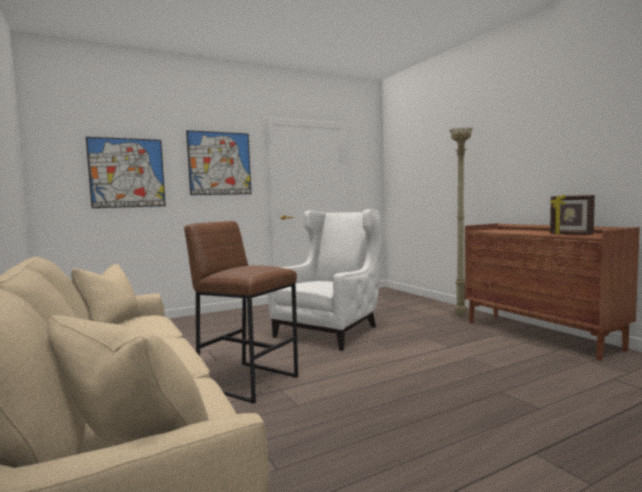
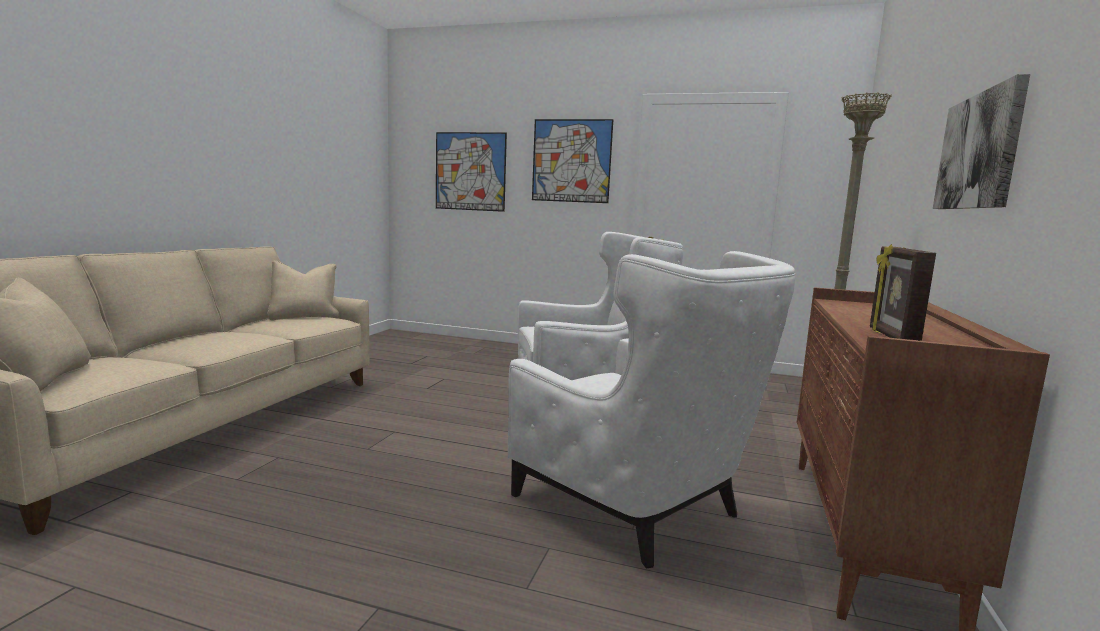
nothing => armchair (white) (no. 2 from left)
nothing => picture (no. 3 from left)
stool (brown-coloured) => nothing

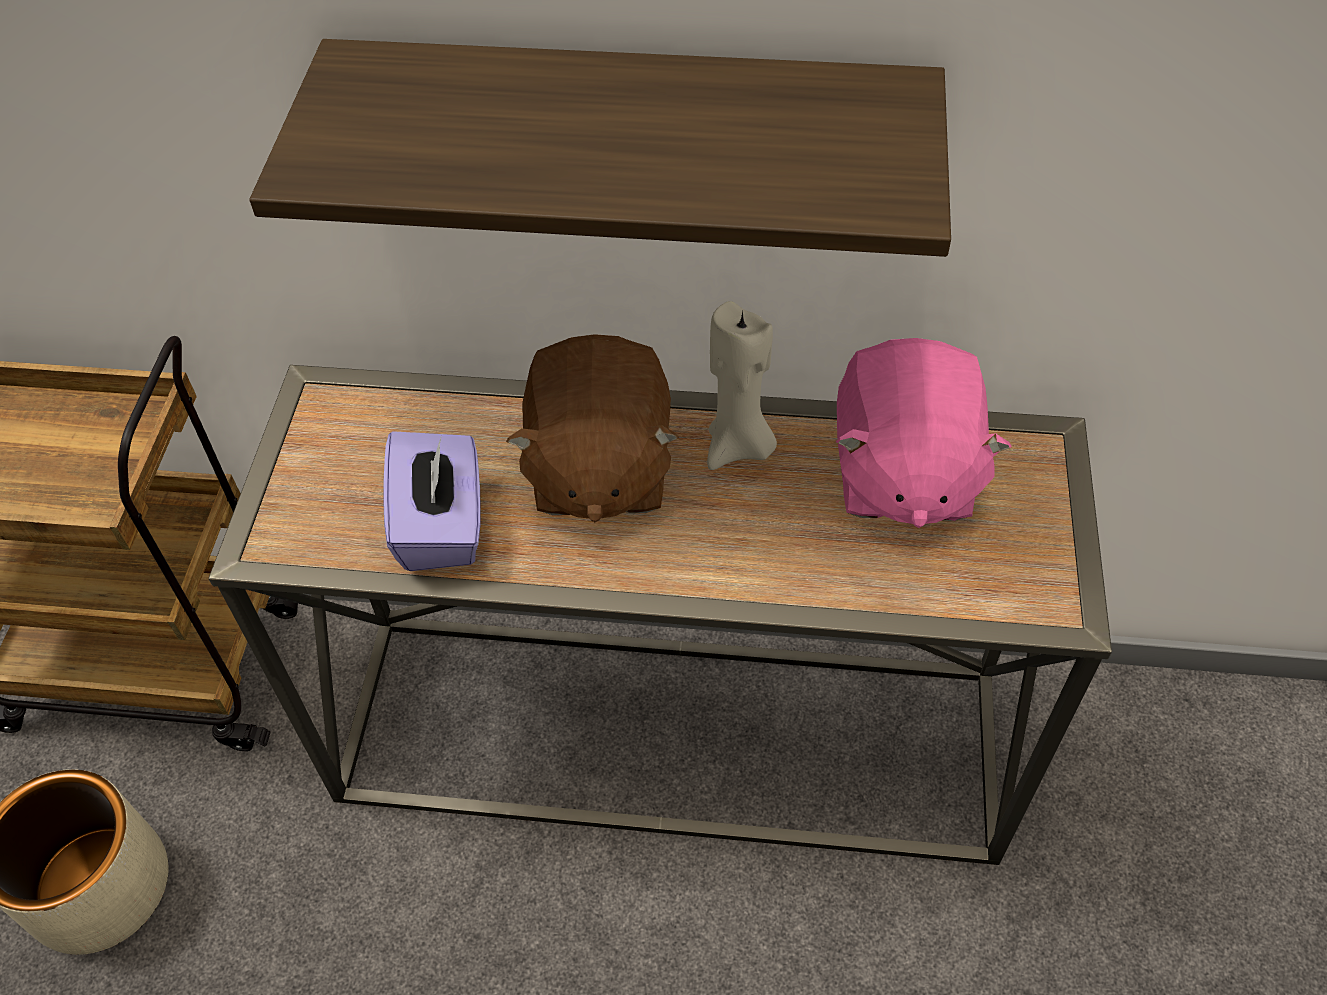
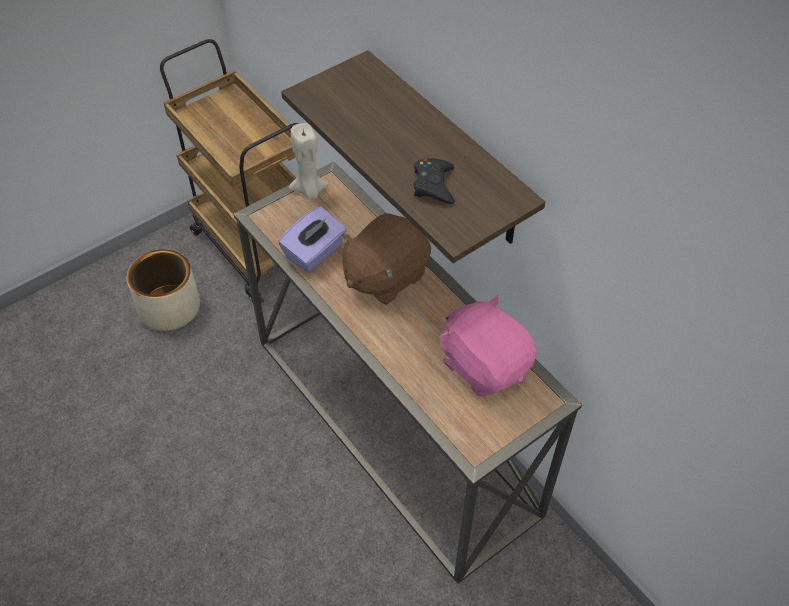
wax light (sand-coloured), shifted
nothing => game controller (black)
plush toy (pinkish), 90 degrees clockwise

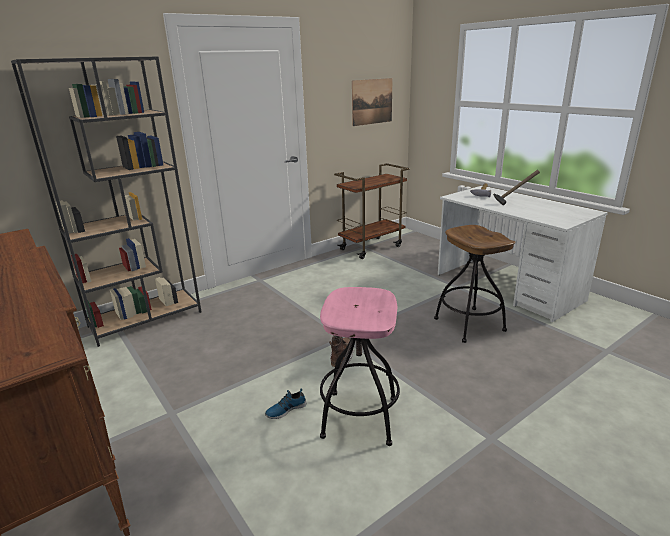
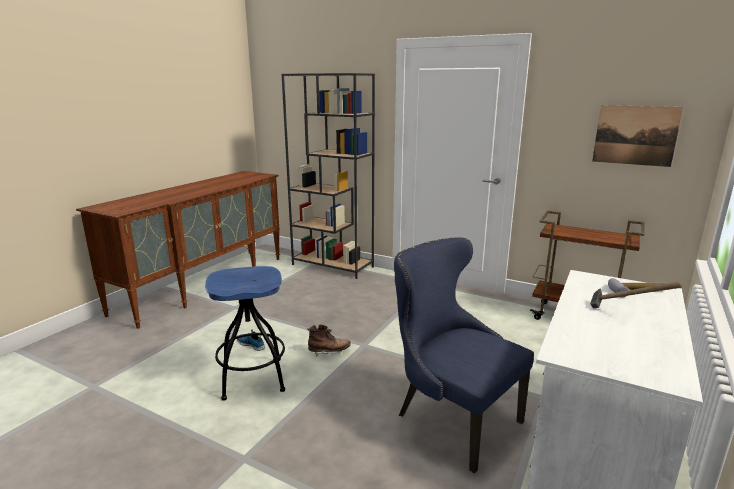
stool (pinkish) => stool (blue-coloured)
stool (brown-coloured) => plain chair (blue-coloured)

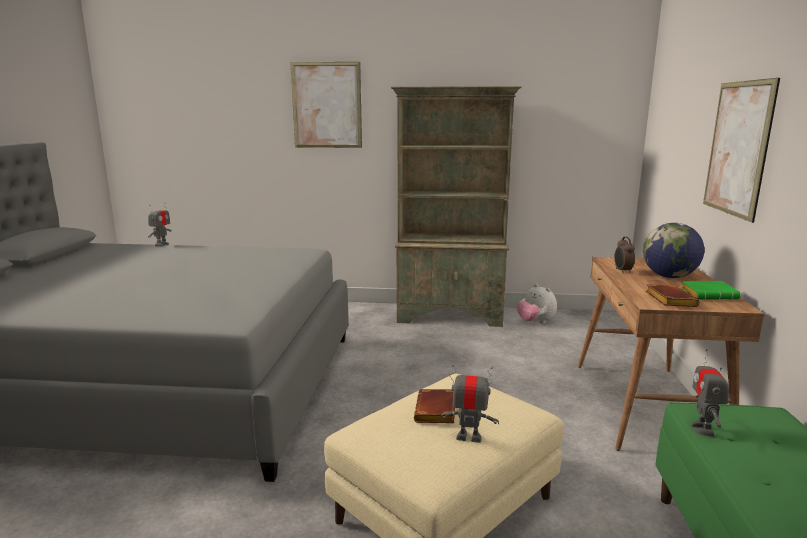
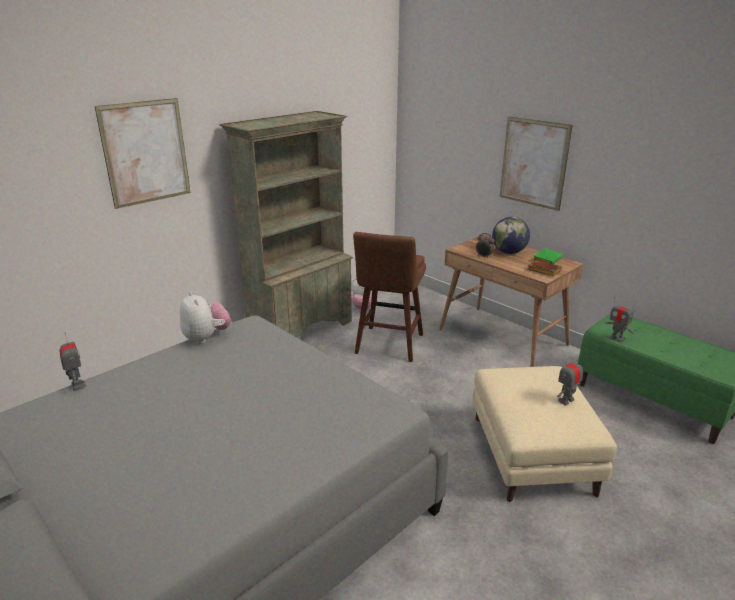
nothing => plush toy (no. 1 from left)
nothing => stool (brown-coloured)
bound book (brown-coloured) (no. 1 from left) => nothing

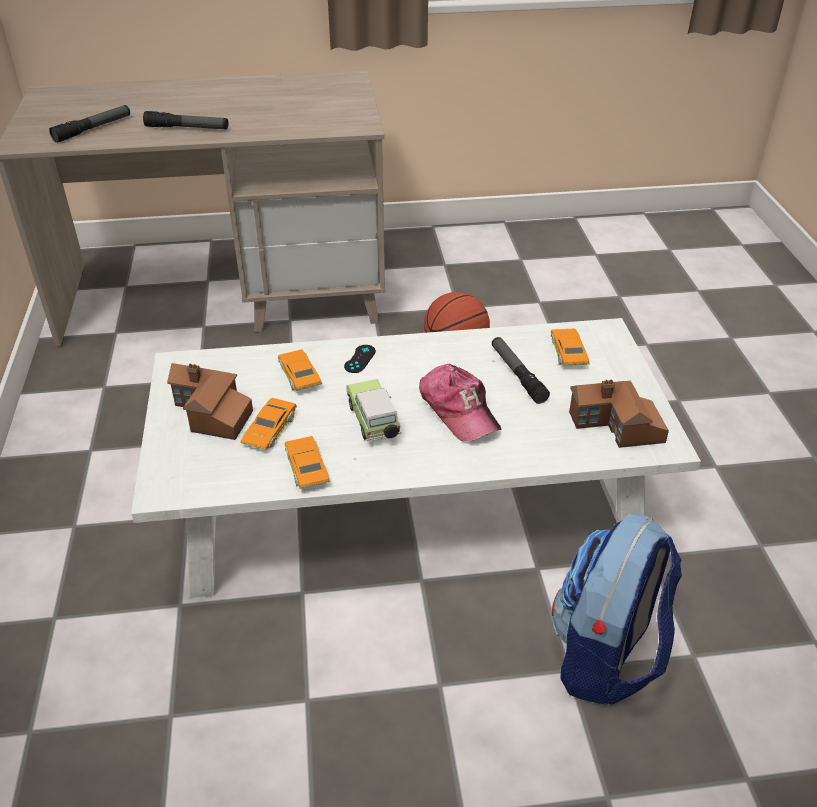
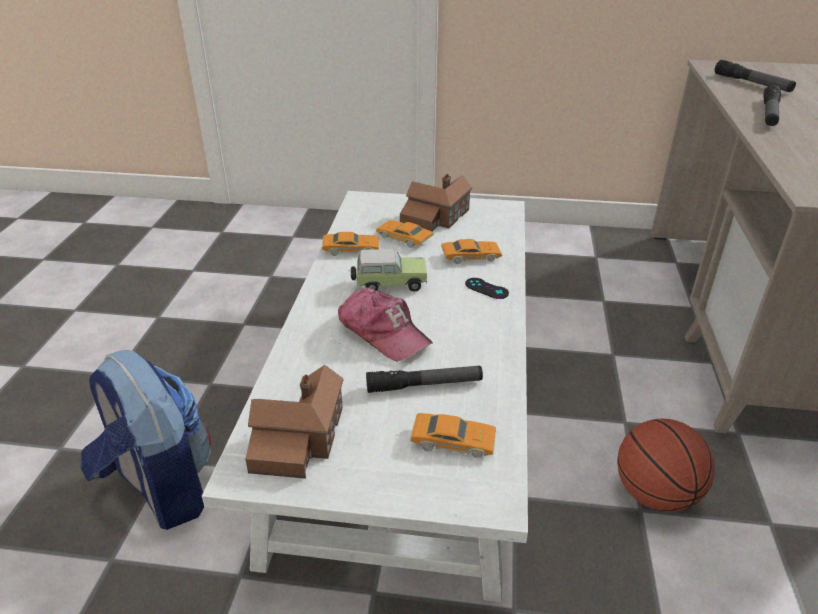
baseball cap, 120 degrees counterclockwise

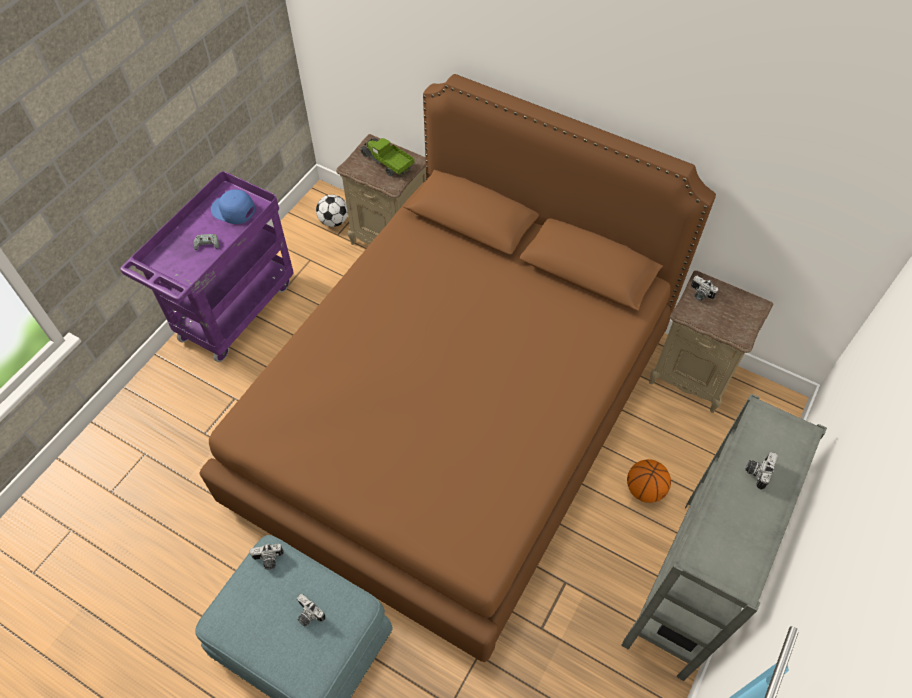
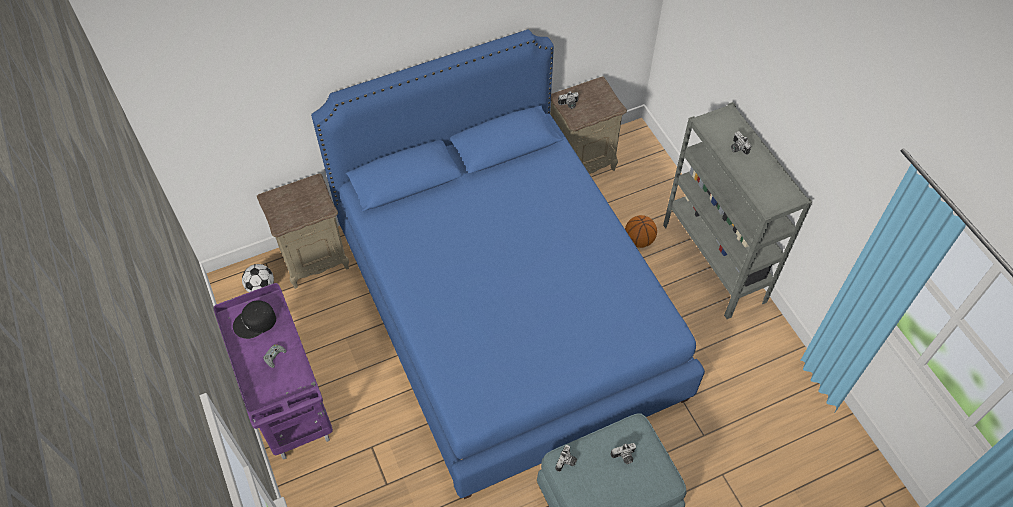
baseball cap (blue-coloured) => baseball cap (black)
sleeping bed (brown-coloured) => sleeping bed (blue-coloured)
toy truck => nothing

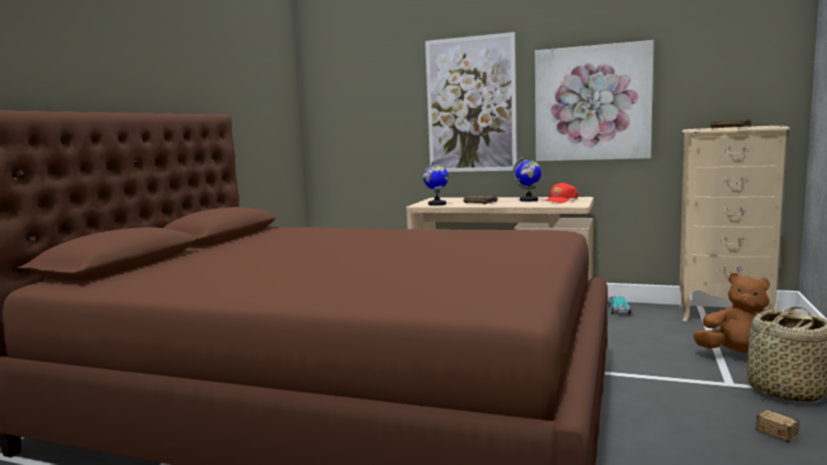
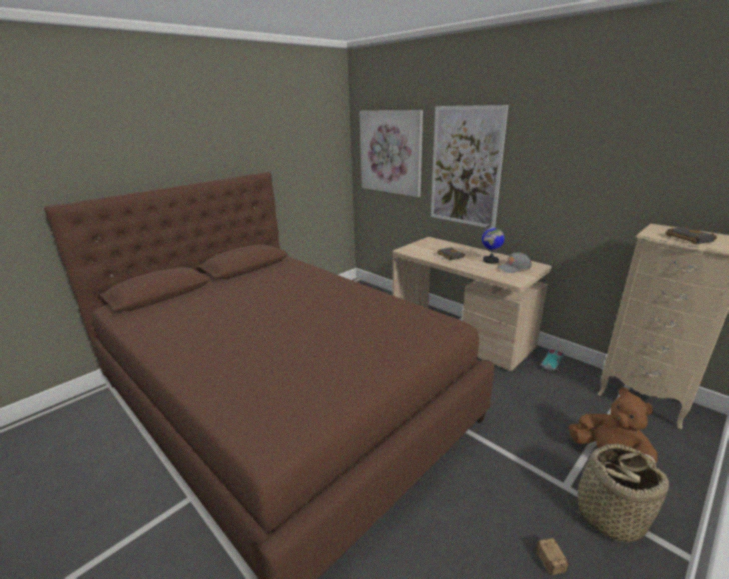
picture (no. 2 from left in the first image) => picture (no. 1 from left), shifted
baseball cap (red-coloured) => baseball cap (greyish)
world globe (no. 1 from left) => nothing

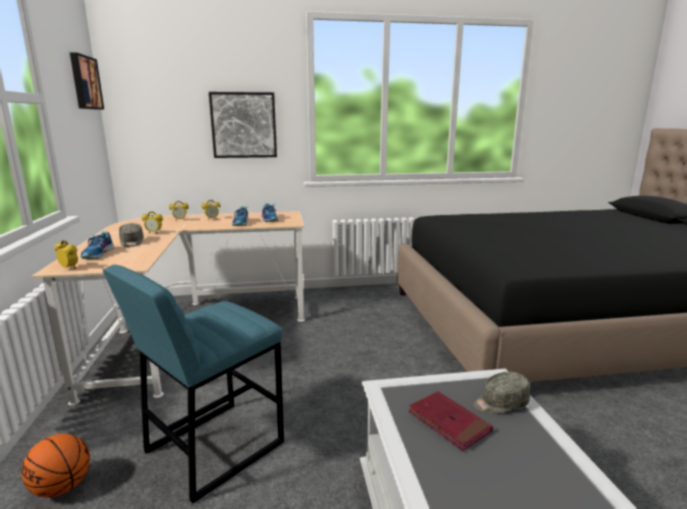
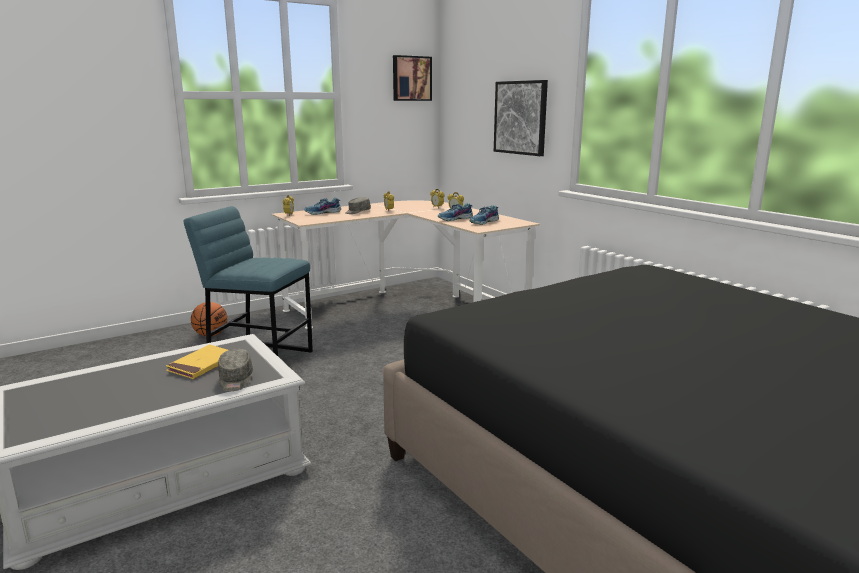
bound book (red-coloured) => bound book (yellow-coloured)
baseball cap (greyish) (no. 2 from left in the first image) => baseball cap (greyish) (no. 1 from left), 150 degrees counterclockwise

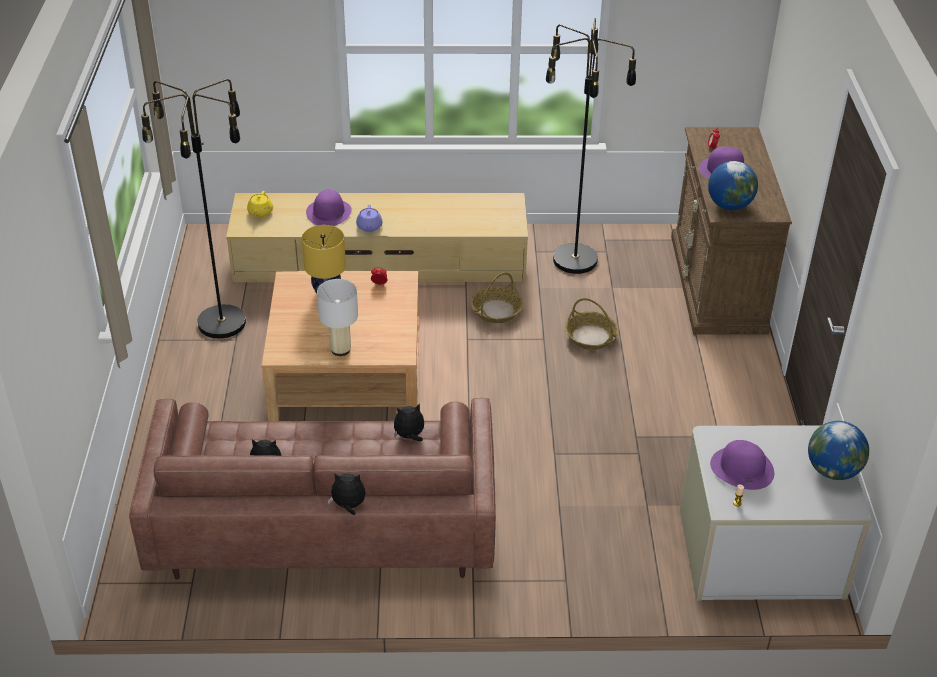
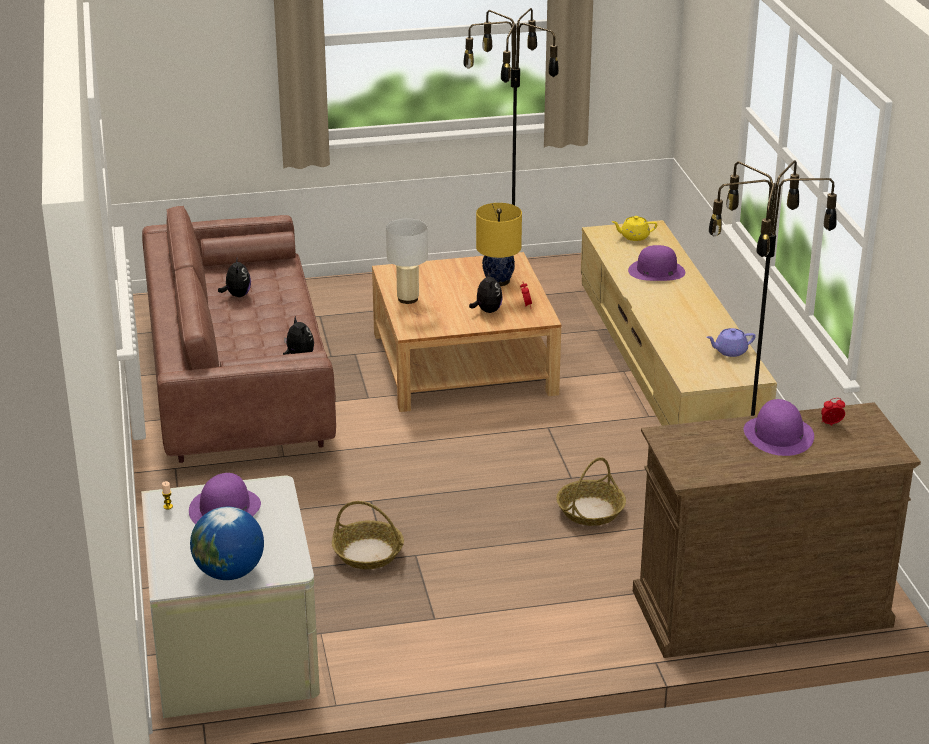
household basket (no. 1 from left), shifted
plush toy (no. 2 from left in the first image) => plush toy (no. 3 from left), shifted
pot for tea (purplish), shifted
world globe (no. 1 from left) => nothing

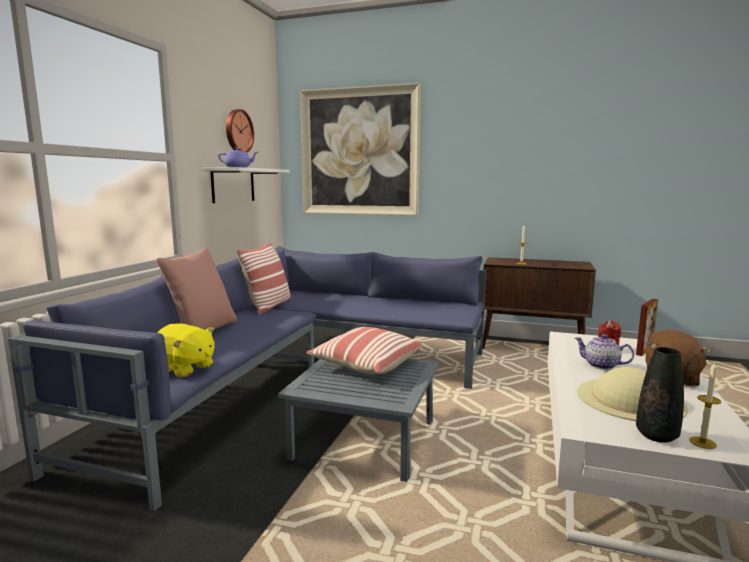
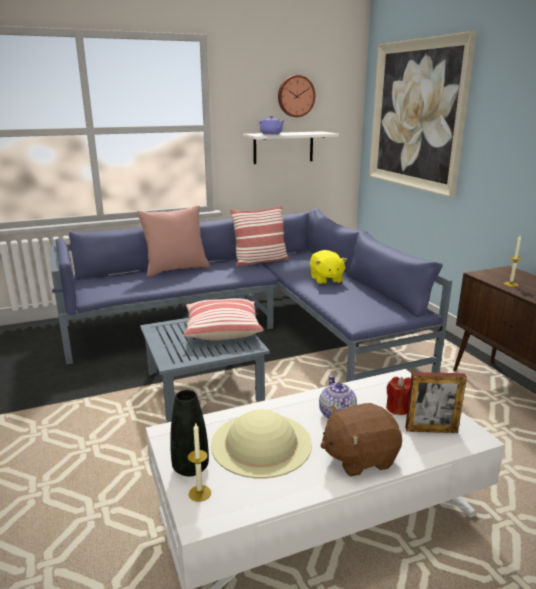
plush toy (yellow-coloured), shifted

